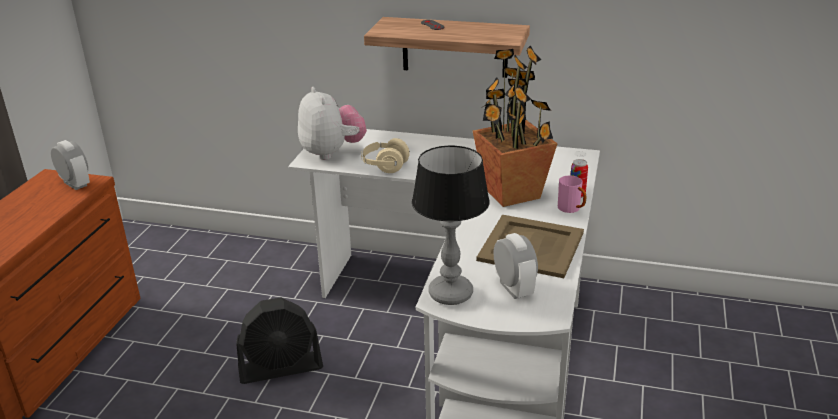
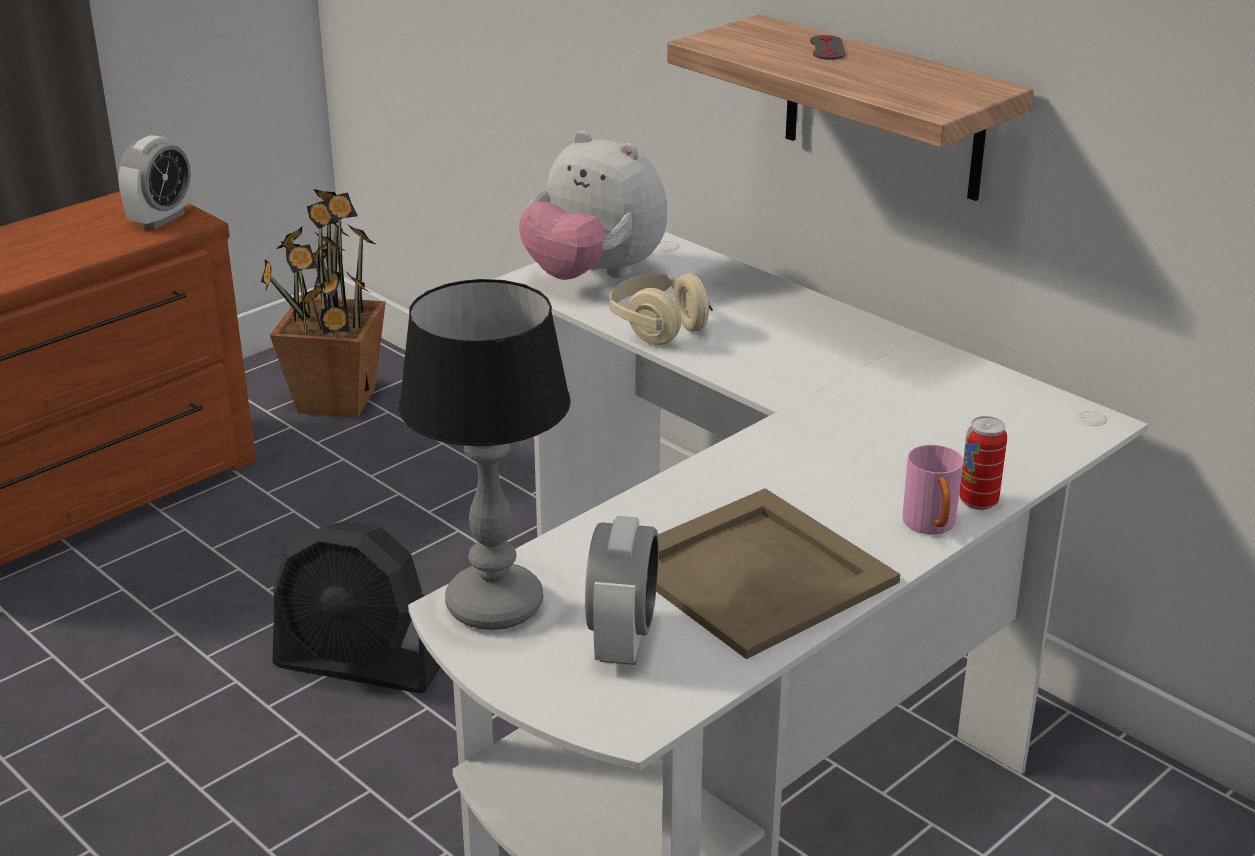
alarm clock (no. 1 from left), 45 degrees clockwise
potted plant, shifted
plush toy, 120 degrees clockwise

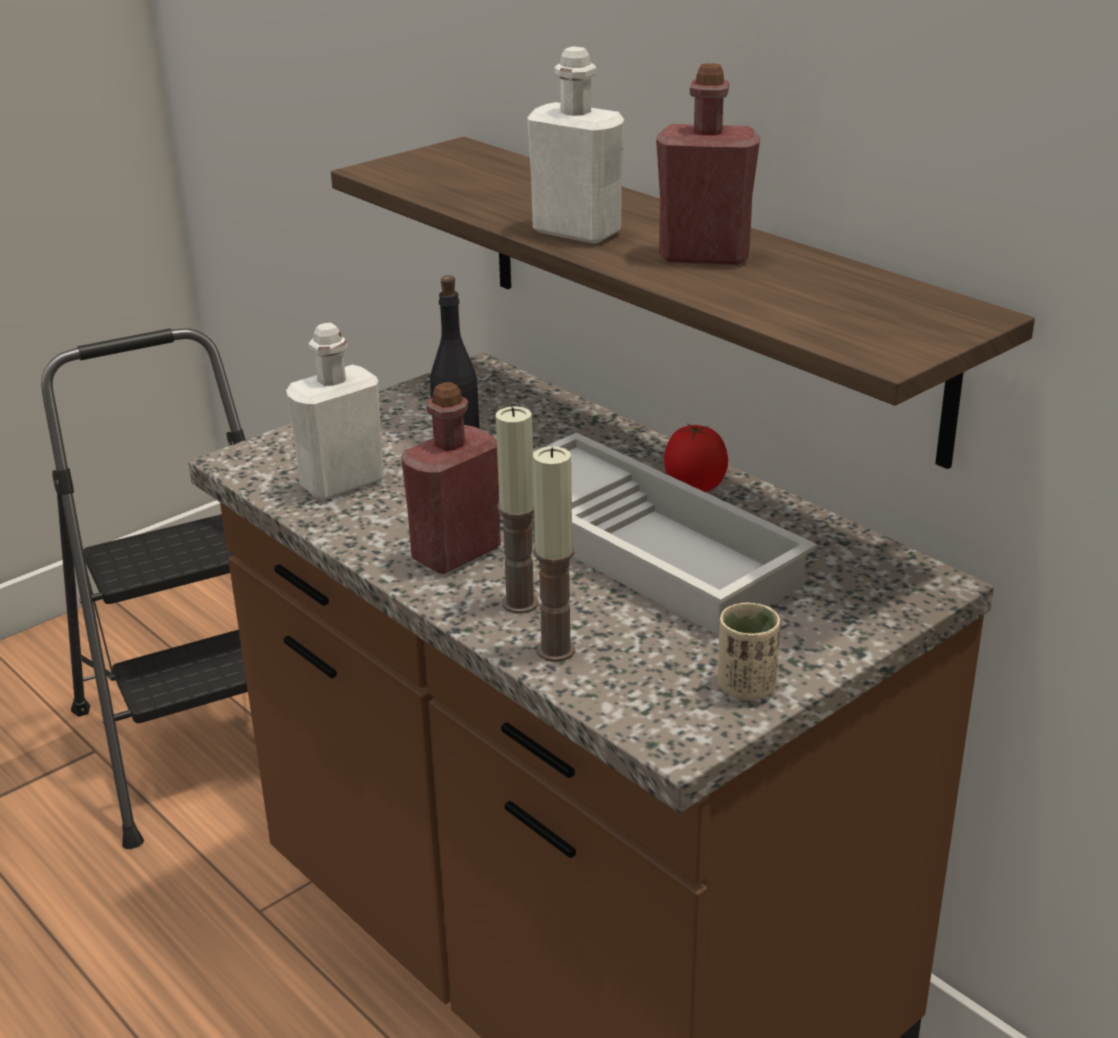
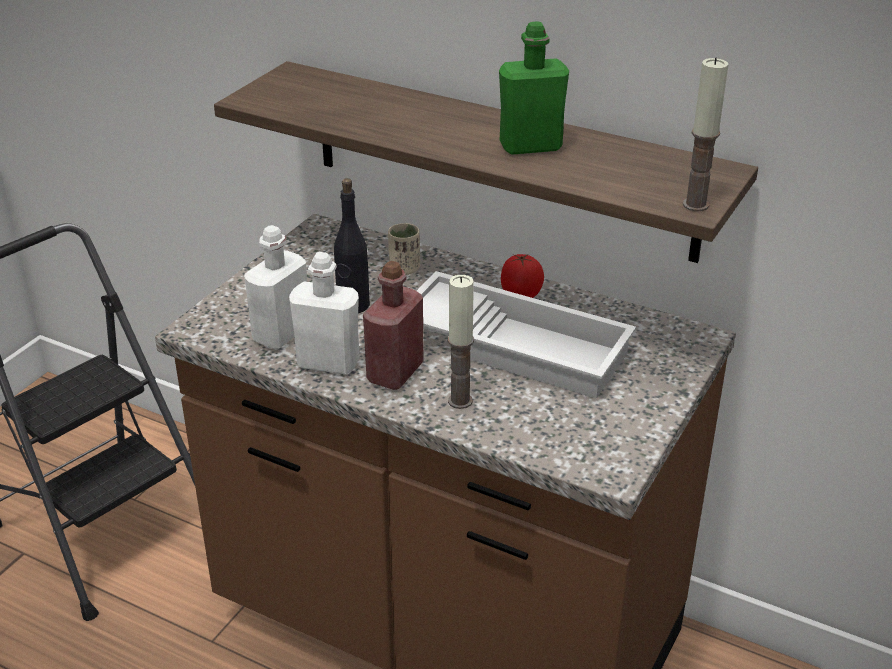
bottle (white) (no. 2 from left), shifted
cup (sand-coloured), shifted
bottle (red-coloured) (no. 2 from left) => bottle (greenish)
wax light (no. 2 from left), shifted

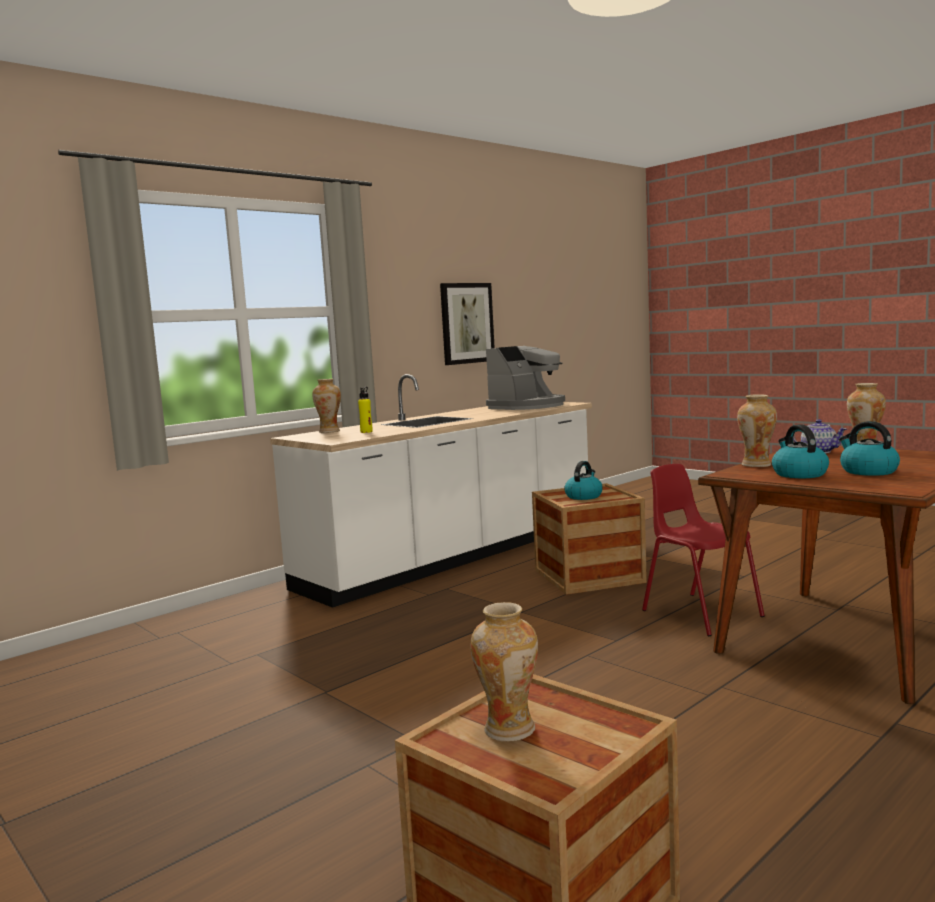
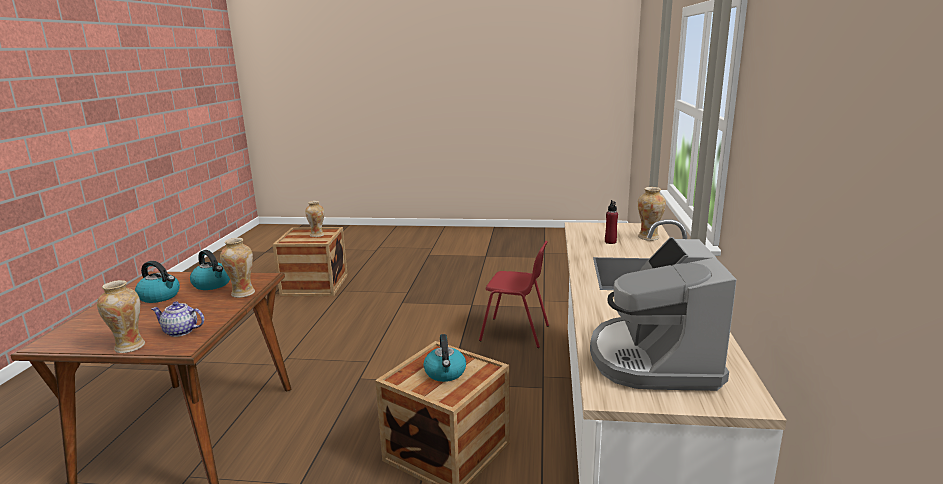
plain chair (red-coloured), shifted
bottle (yellow-coloured) => bottle (red-coloured)
picture => nothing

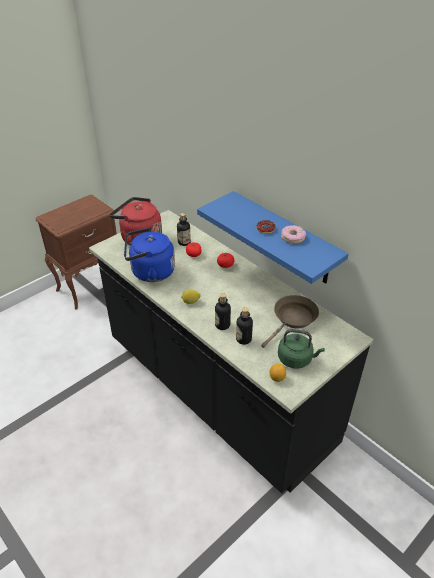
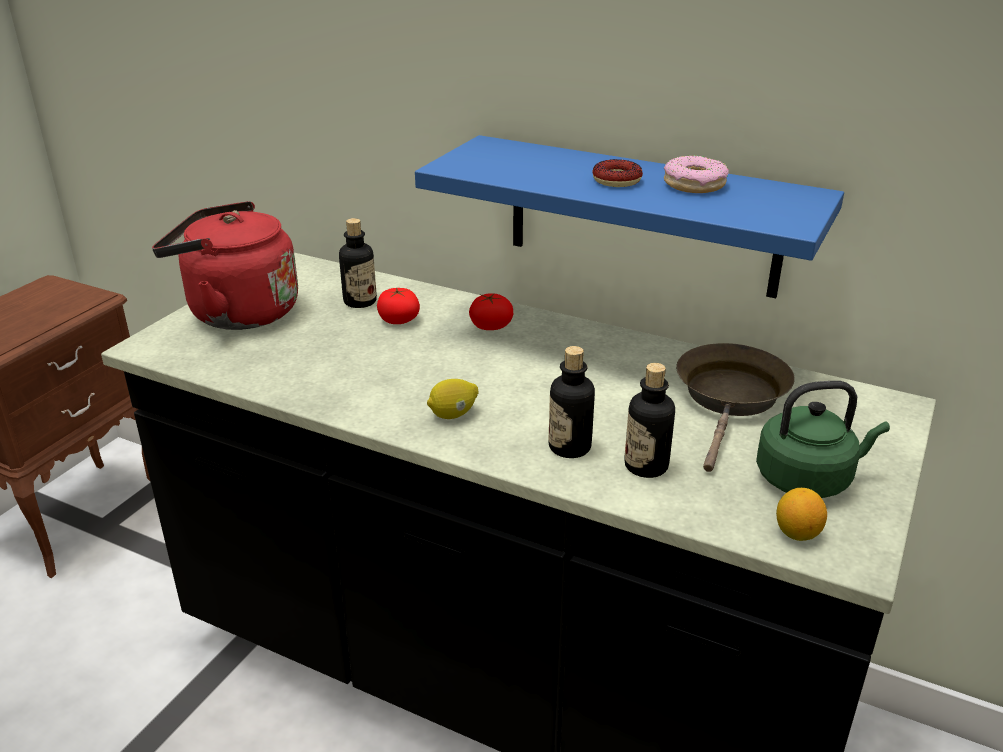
tea kettle (blue-coloured) => nothing

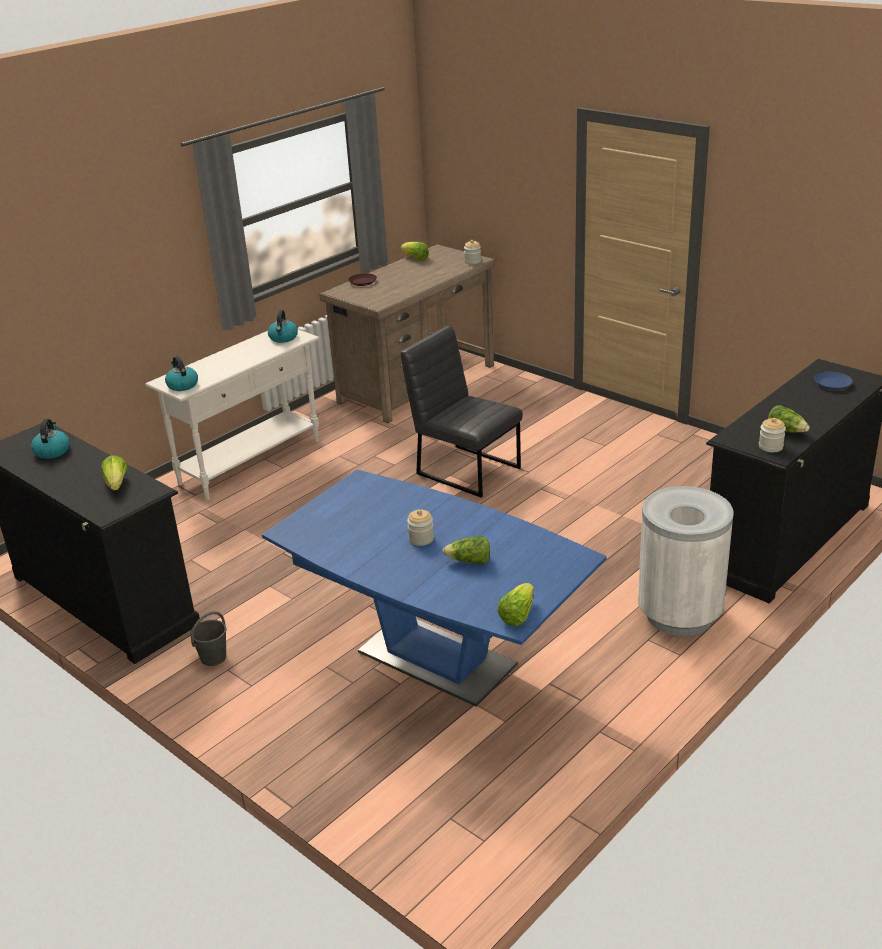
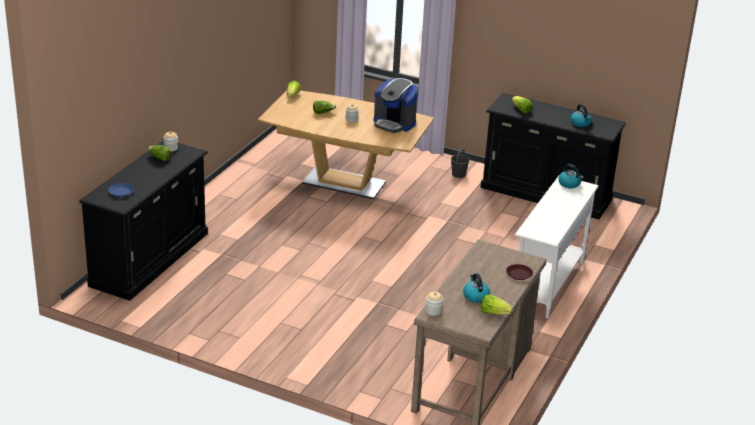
kitchen table (blue-coloured) => kitchen table (brown-coloured)
nothing => coffee machine
tea kettle (no. 3 from left in the first image) => tea kettle (no. 1 from left), shifted
plain chair (greyish) => nothing
rubbish bin (white) => nothing

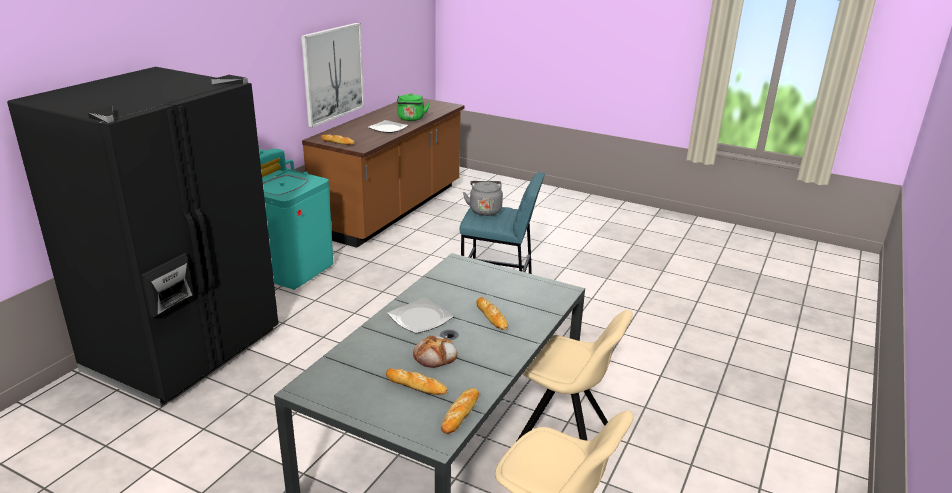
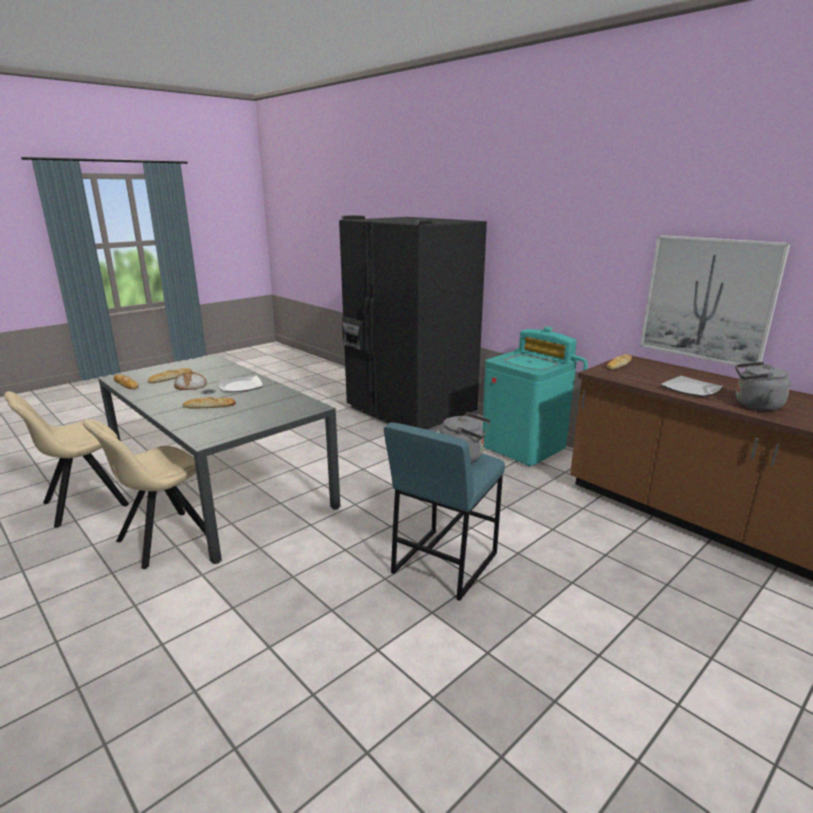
tea kettle (greenish) => tea kettle (greyish) (no. 2 from left)

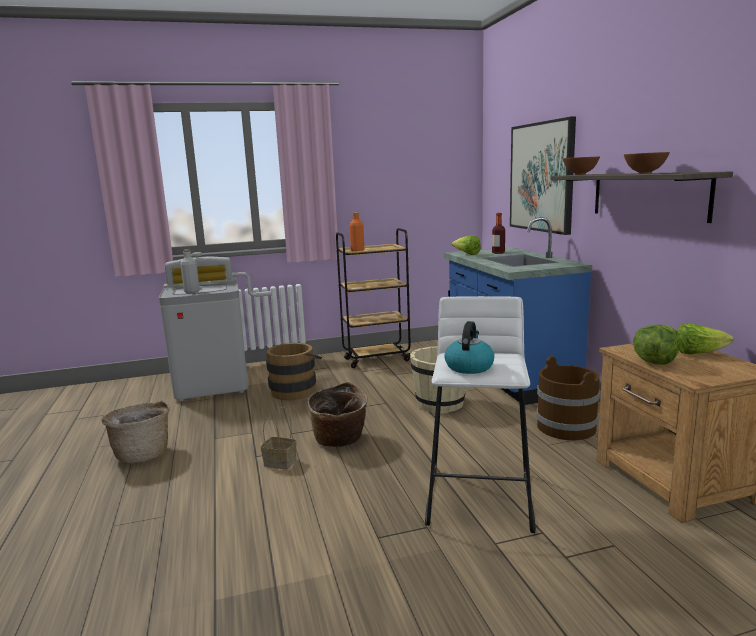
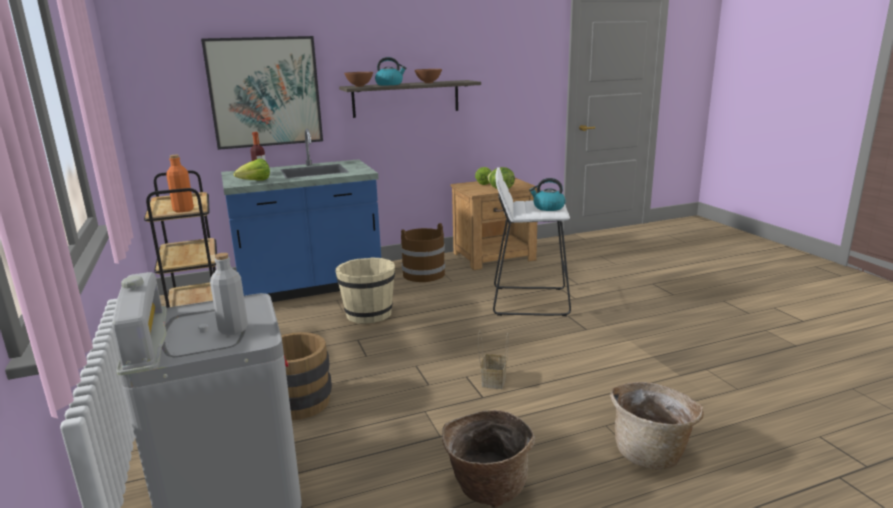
nothing => tea kettle (no. 1 from left)
household basket (no. 3 from left), shifted

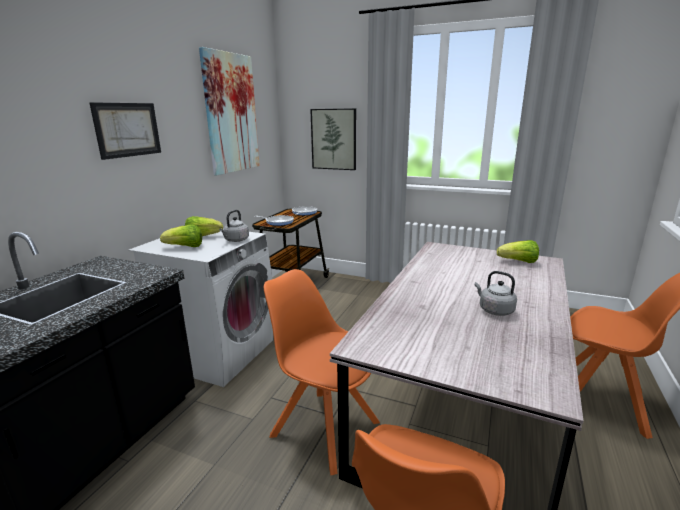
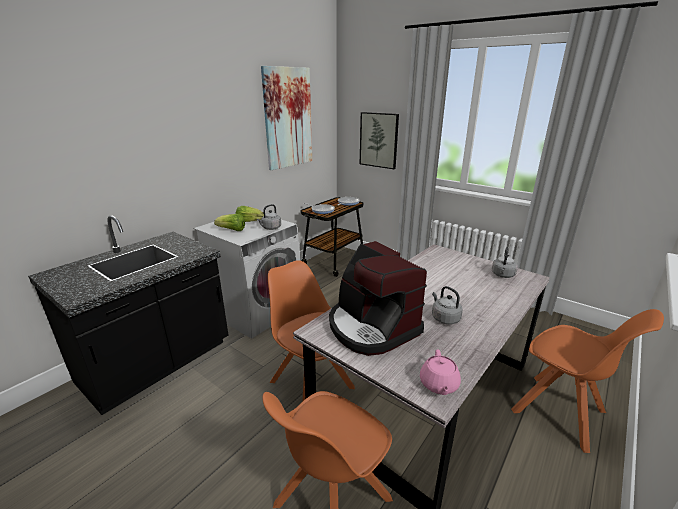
nothing => coffee machine
nothing => pot for tea (pinkish)
lettuce (no. 3 from left) => tea kettle (greyish) (no. 3 from left)
picture (no. 1 from left) => nothing

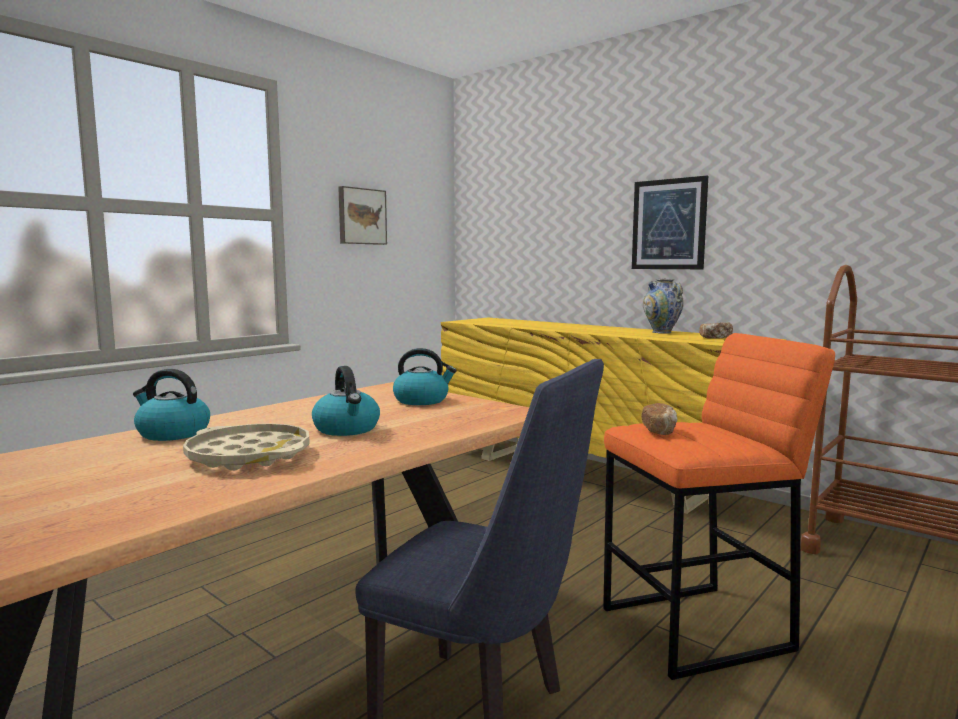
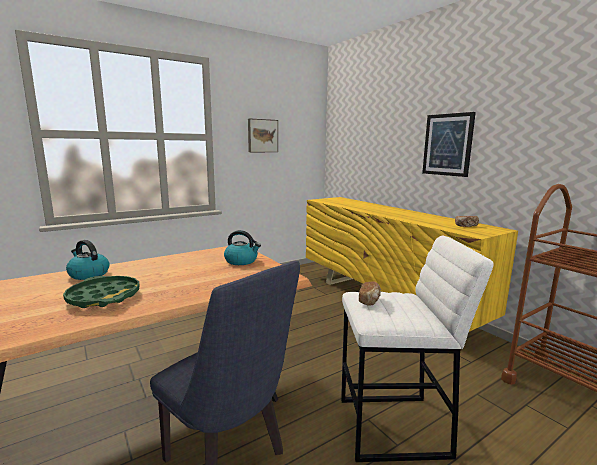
carrying tray (sand-coloured) => carrying tray (greenish)
stool (orange) => stool (white)
tea kettle (no. 2 from left) => nothing
decorative vase => nothing

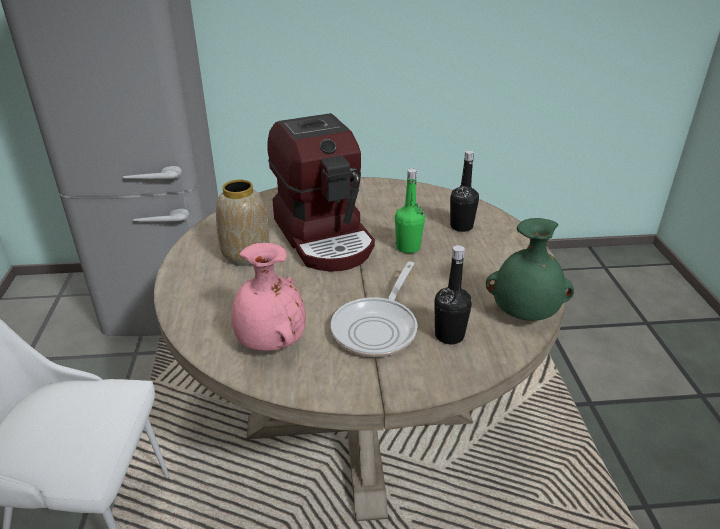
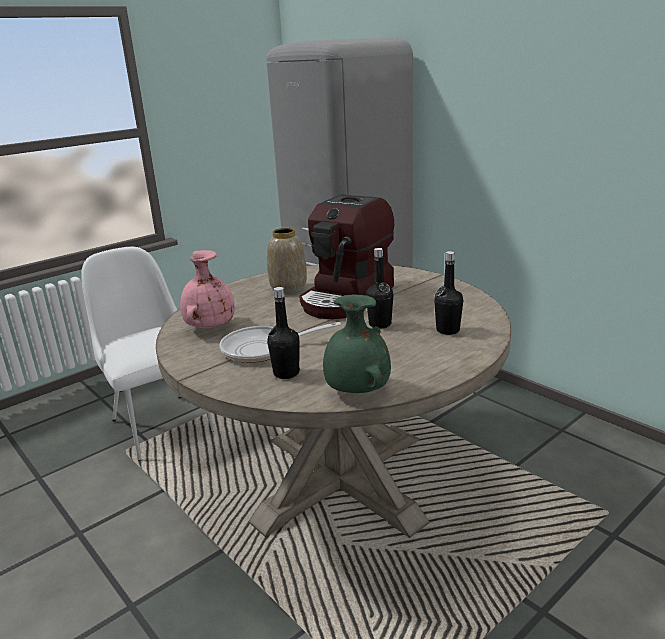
bottle (greenish) => bottle (black) (no. 2 from left)

